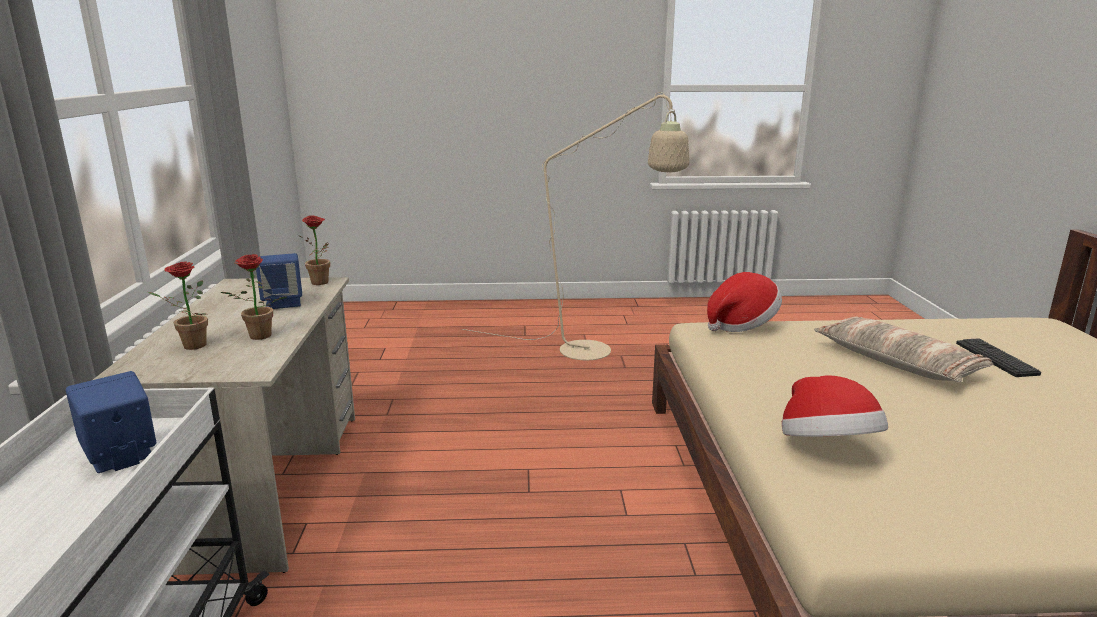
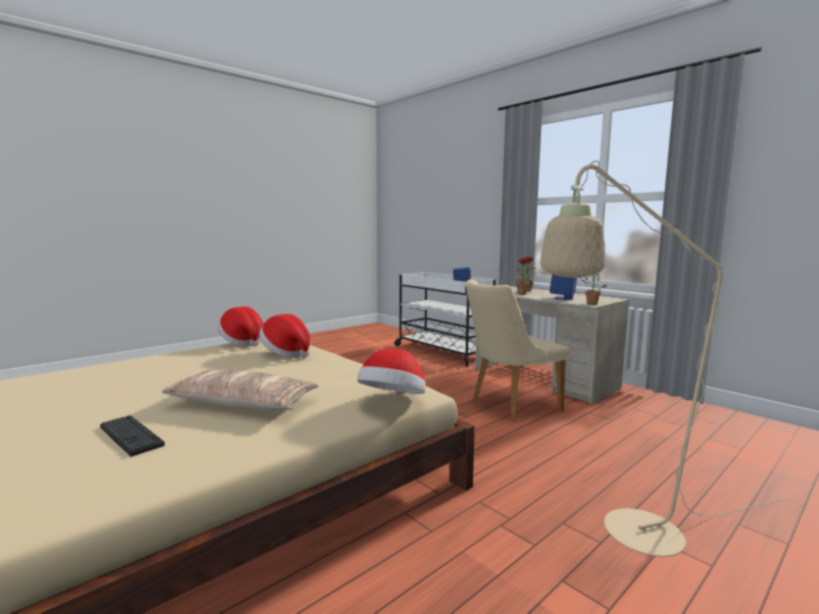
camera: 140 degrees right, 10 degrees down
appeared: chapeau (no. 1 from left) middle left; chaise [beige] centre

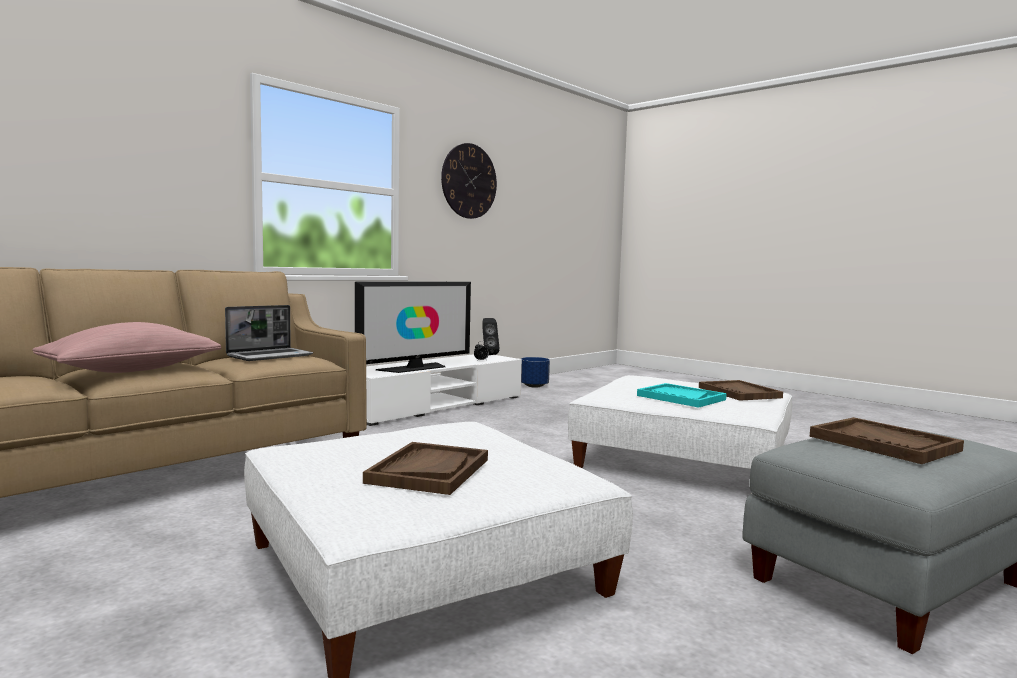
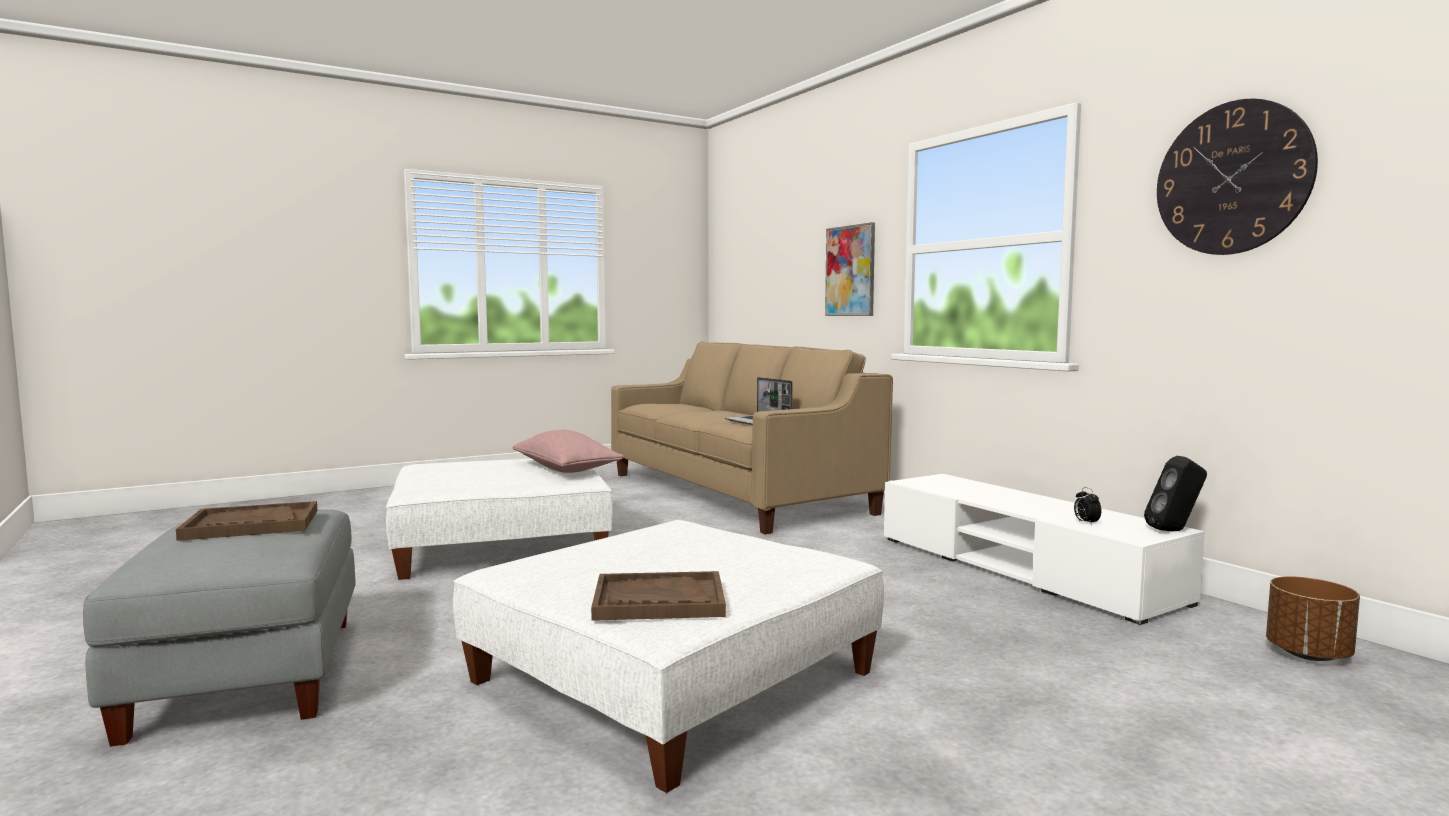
camera: 105 degrees right, 0 degrees up
missing: téléviseur centre; plateau [marron] (no. 1 from left) bottom centre; plateau [turquoise] middle right
appeared: tableau top centre
relocated: coussin [rose] middle left to centre
colour: cache-pot [bleu] centre to cache-pot [marron] bottom right

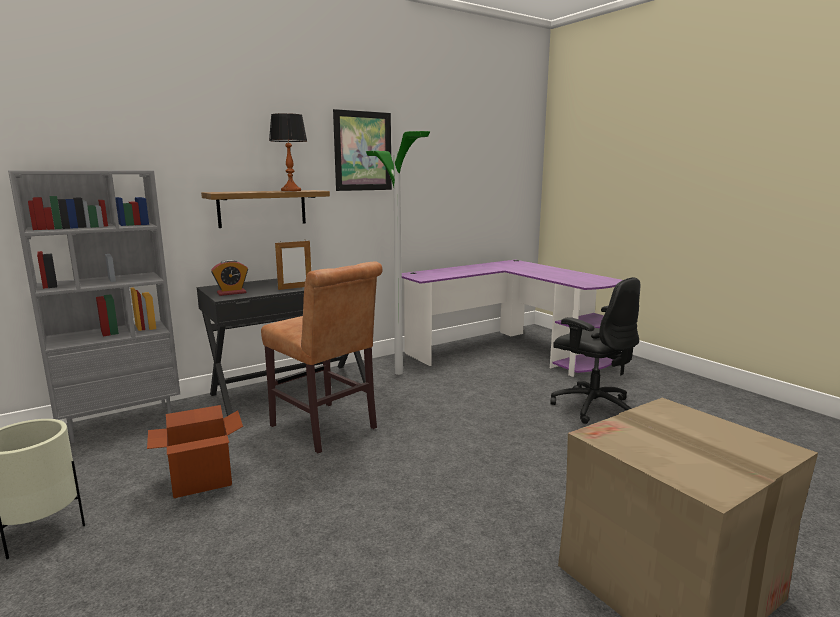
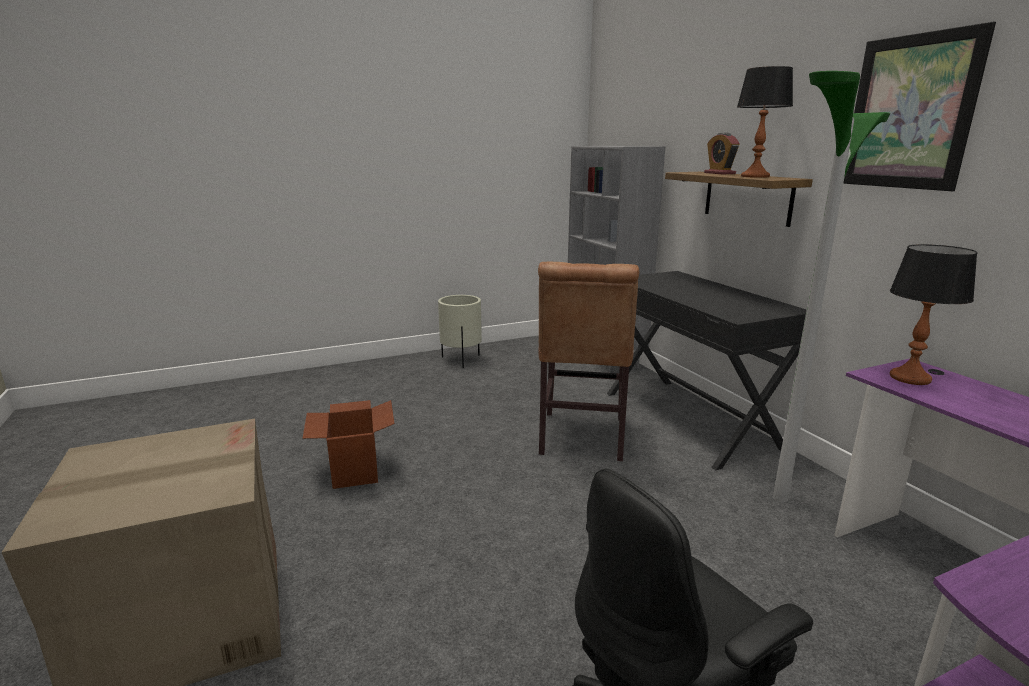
camera: 100 degrees right, 5 degrees up
missing: cadre photo centre
appeared: lampe de table (no. 2 from left) middle right
relocated: carton (no. 1 from left in the first image) bottom left to carton (no. 2 from left) centre; réveil middle left to top right
spun: chaise [marron] centre = centre 45 degrees counterclockwise

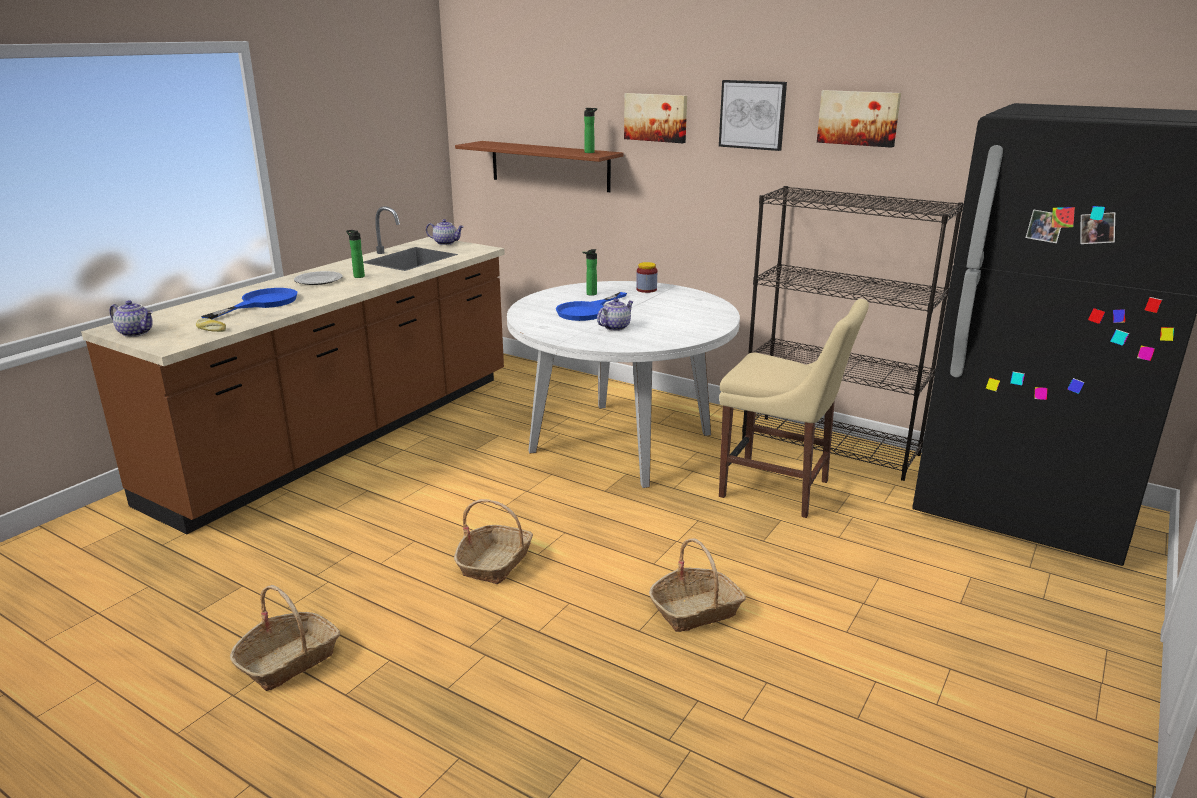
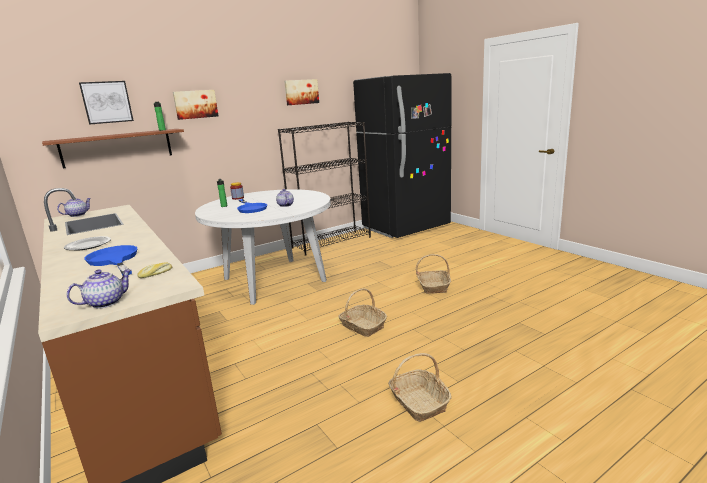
camera: 65 degrees left, 5 degrees down
missing: bouteille (no. 1 from left) top left; chaise [beige] centre
relocated: tableau (no. 2 from left in the first image) top centre to tableau (no. 1 from left) top left

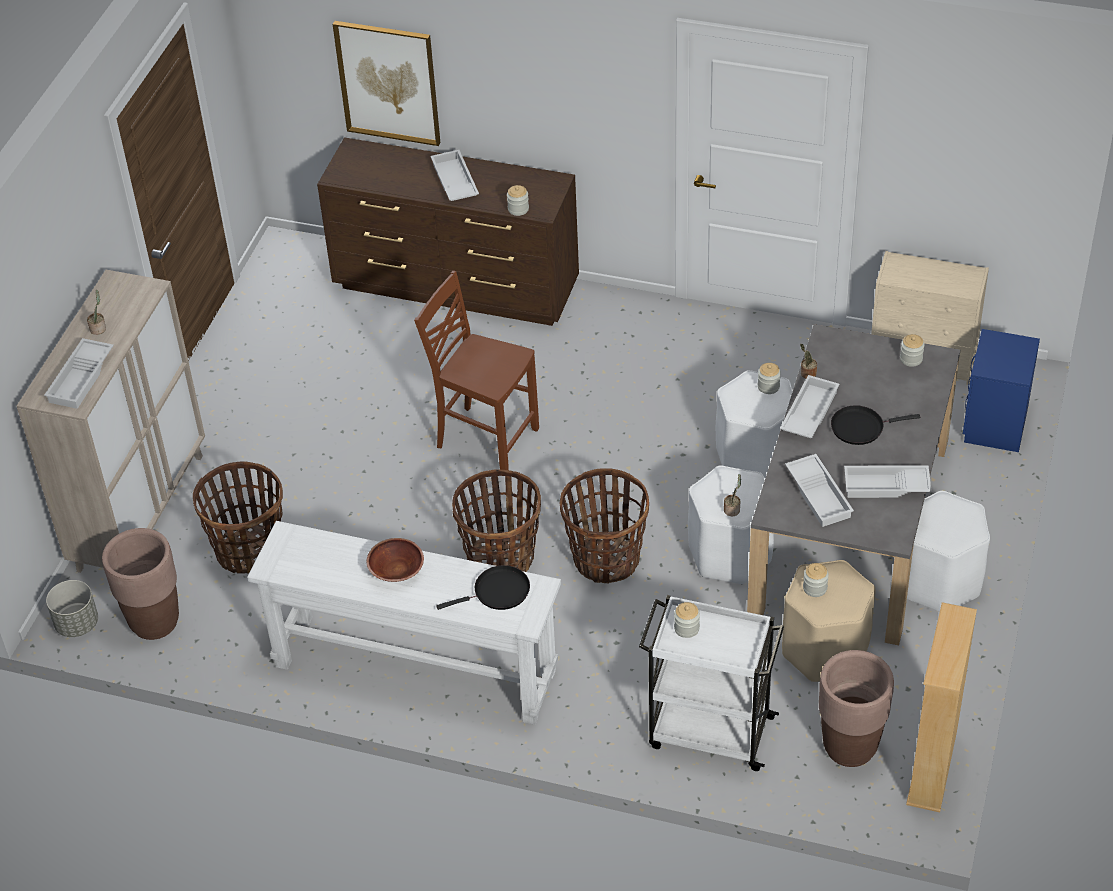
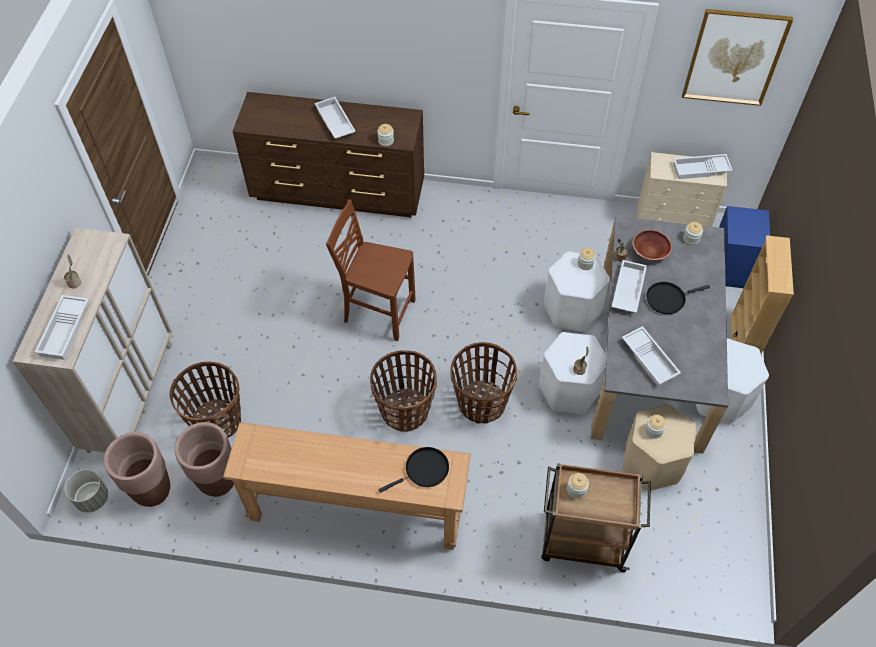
camera: 10 degrees left, 10 degrees up
relocated: tableau top centre to top right; bol [marron] centre to middle right; cache-pot [marron] (no. 2 from left) bottom right to bottom left; plateau [blanc] (no. 5 from left) middle right to top right; bibliothèque [beige] bottom right to middle right
colour: table console [blanc] bottom centre to table console [marron] bottom centre; chariot [blanc] bottom centre to chariot [marron] bottom right

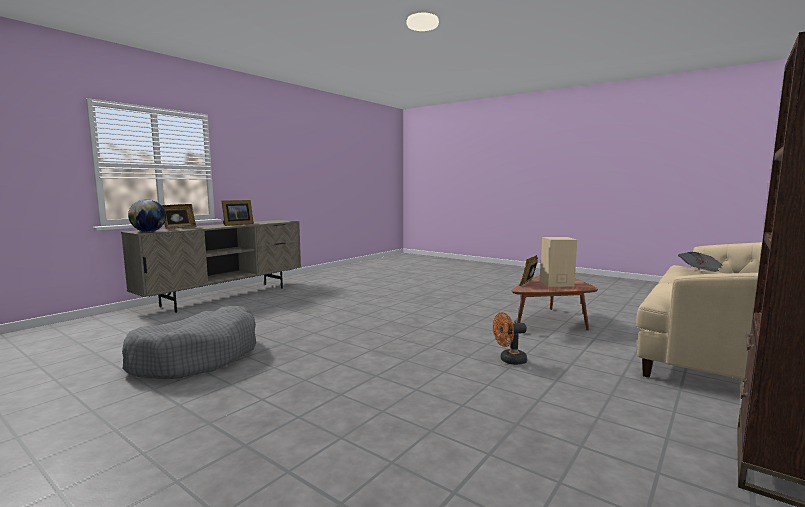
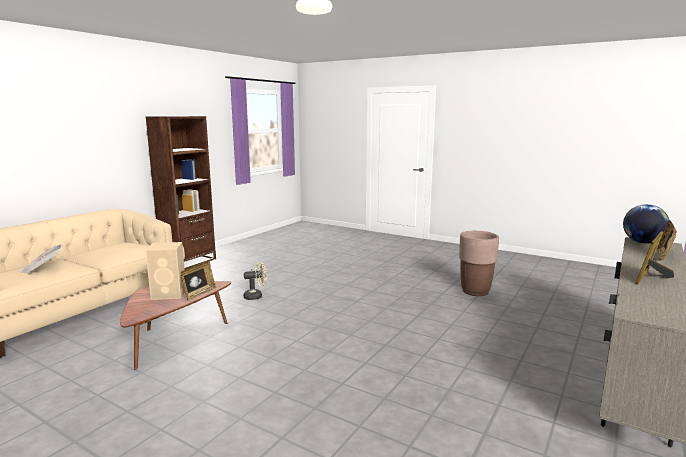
camera: 175 degrees right, 5 degrees up
exchanged: panier pour chien [gris] bottom left to cache-pot [marron] middle right
colour: ventilateur [orange] bottom centre to ventilateur [beige] centre

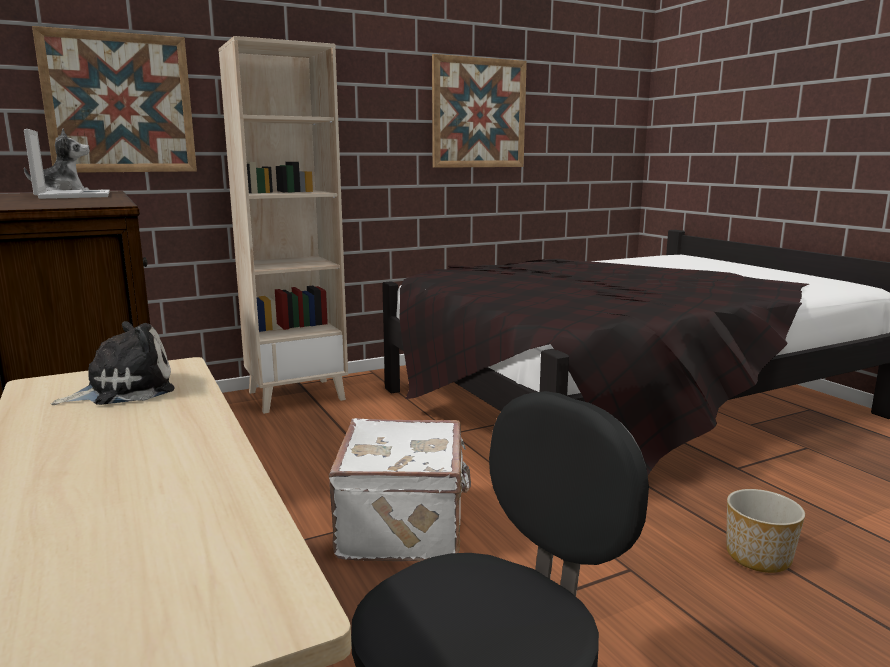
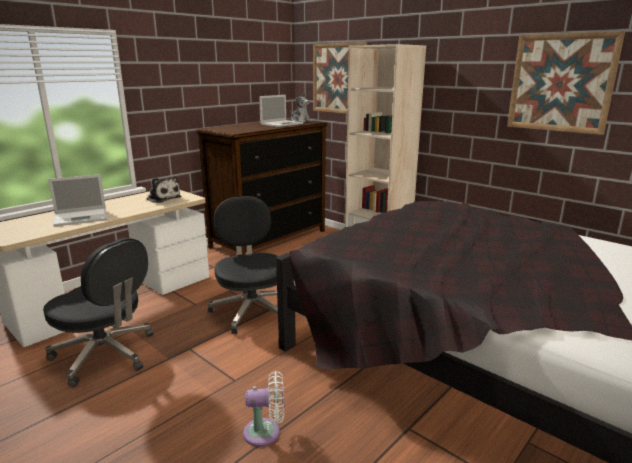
camera: 70 degrees right, 5 degrees up
appeared: ordinateur portable (no. 1 from left) middle left
exchanged: valise [blanc] bottom centre to chaise de bureau [noir] (no. 2 from left) centre; cache-pot bottom right to ventilateur [blanc] bottom centre

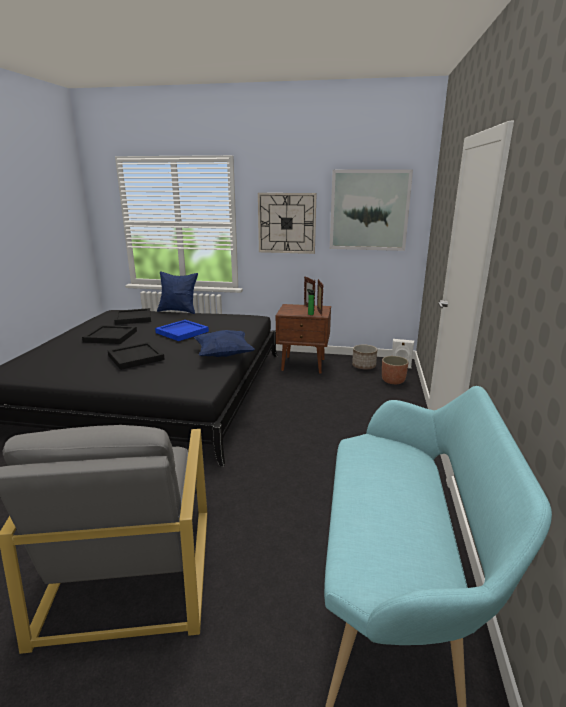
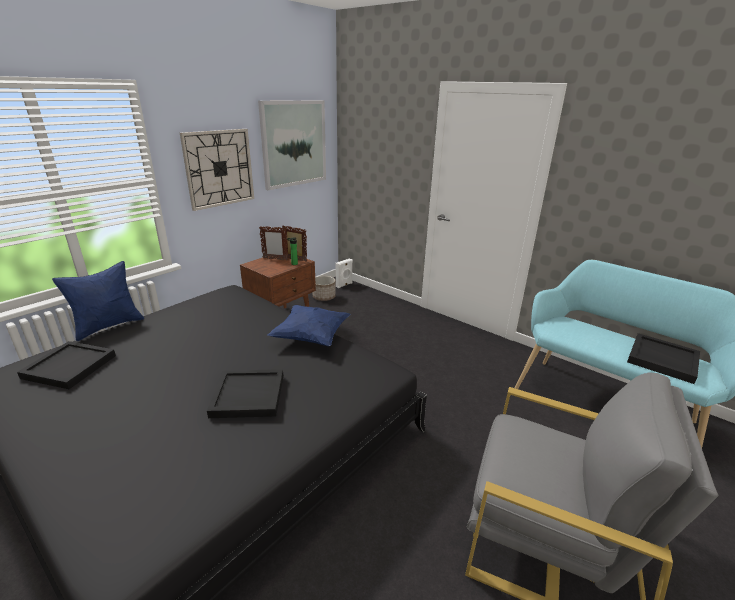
camera: 60 degrees left, 5 degrees up
missing: plateau [bleu] middle left; cache-pot (no. 2 from left) middle right
relocated: plateau [noir] (no. 1 from left in the first image) middle left to plateau [noir] (no. 3 from left) middle right

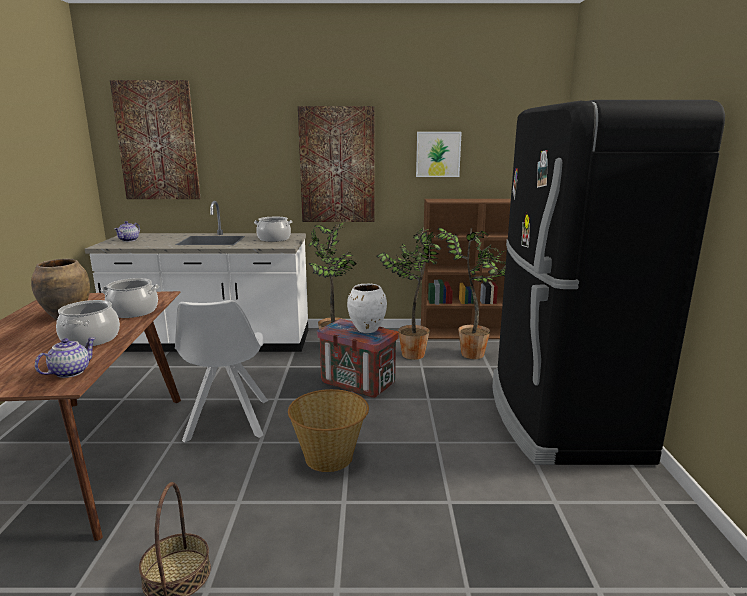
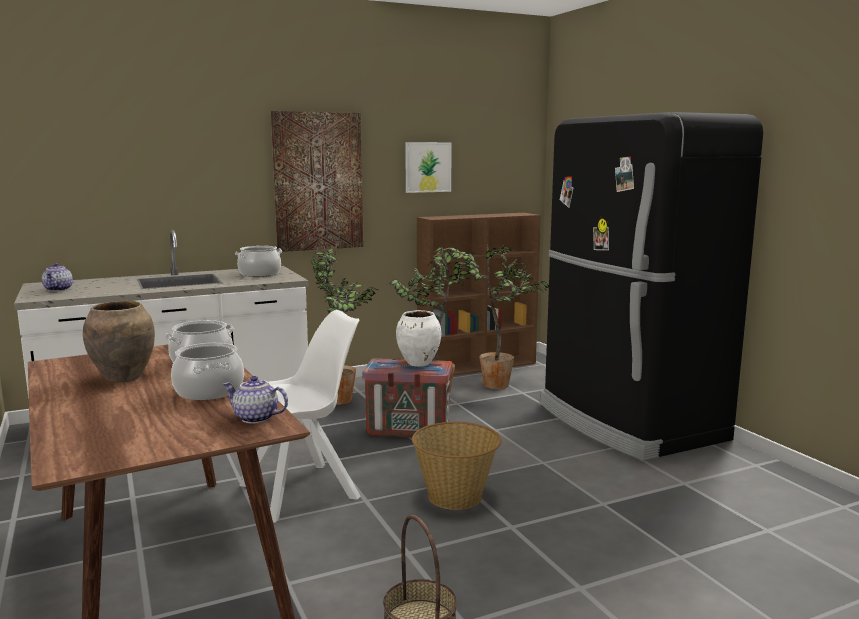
camera: 25 degrees left, 5 degrees down
missing: tableau (no. 1 from left) top left
spun: théière (no. 1 from left in the first image) middle left = middle left 75 degrees counterclockwise; chaise [blanc] middle left = bottom centre 90 degrees counterclockwise

